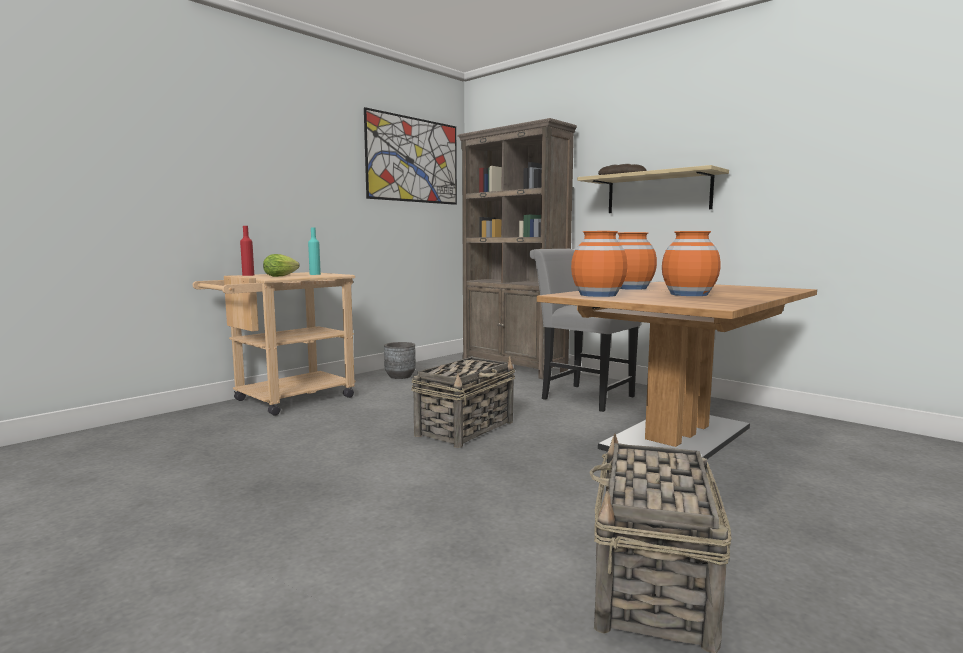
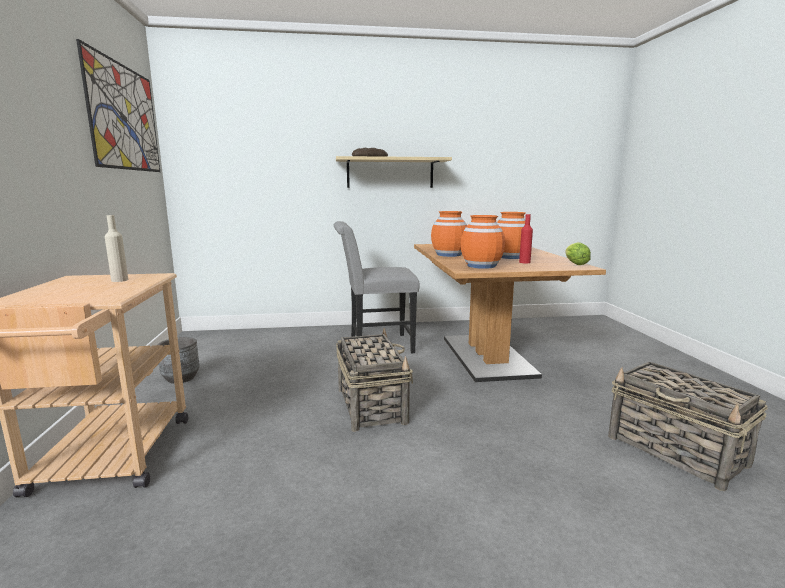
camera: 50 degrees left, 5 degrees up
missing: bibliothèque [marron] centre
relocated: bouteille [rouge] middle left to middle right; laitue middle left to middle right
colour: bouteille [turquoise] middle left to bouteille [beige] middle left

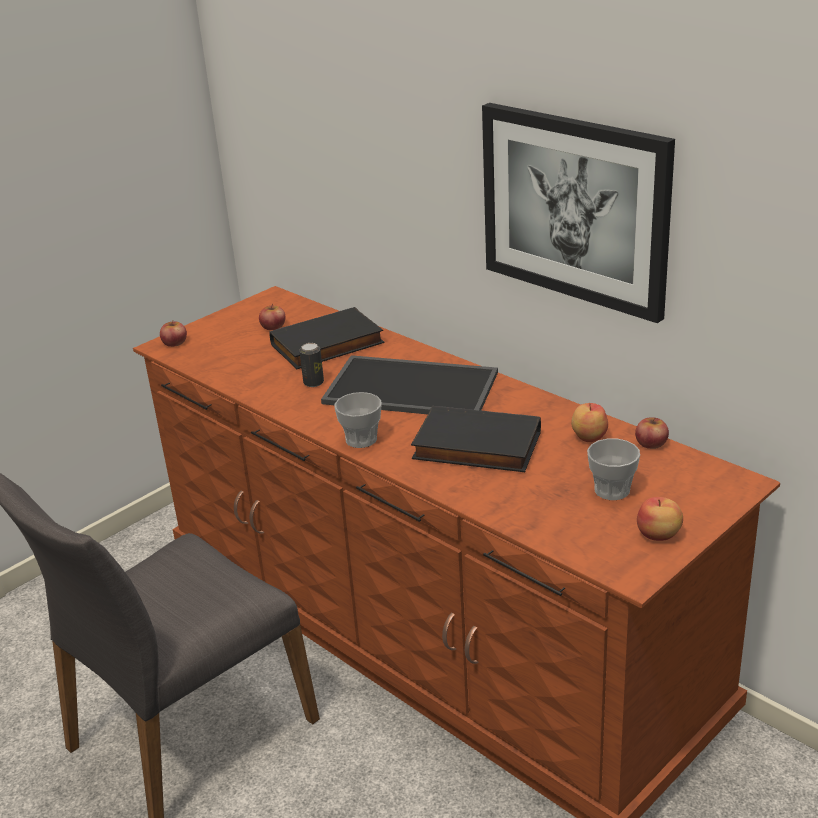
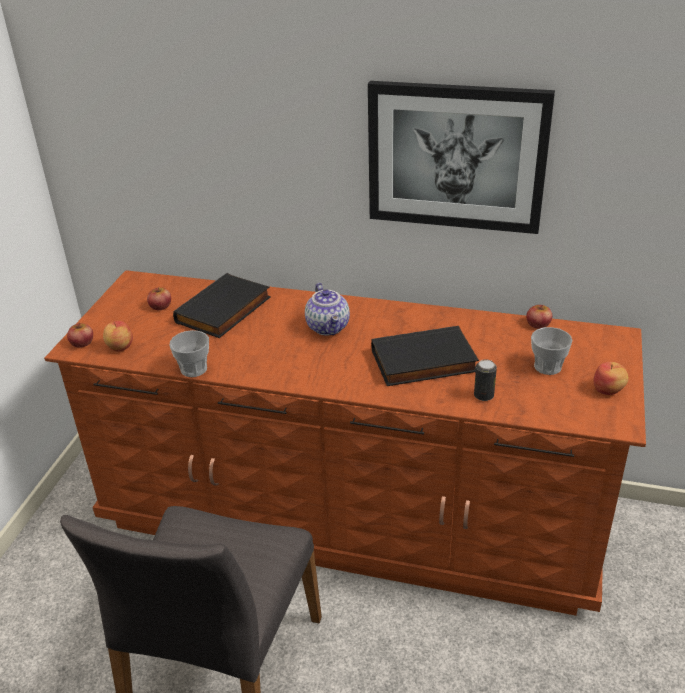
camera: 30 degrees left, 5 degrees up
relocated: boîte métallique centre to middle right; tasse (no. 1 from left) centre to middle left; pomme (no. 3 from left in the first image) middle right to pomme (no. 2 from left) middle left
exchanged: plateau centre to théière centre

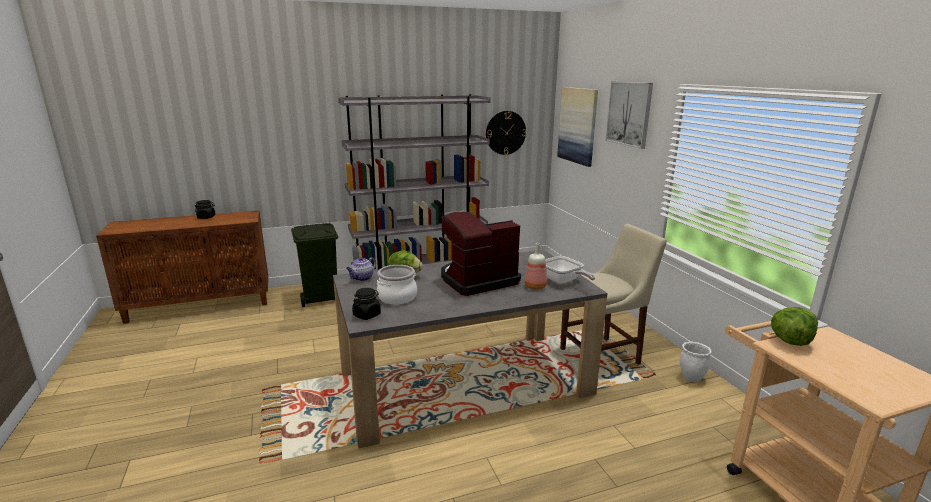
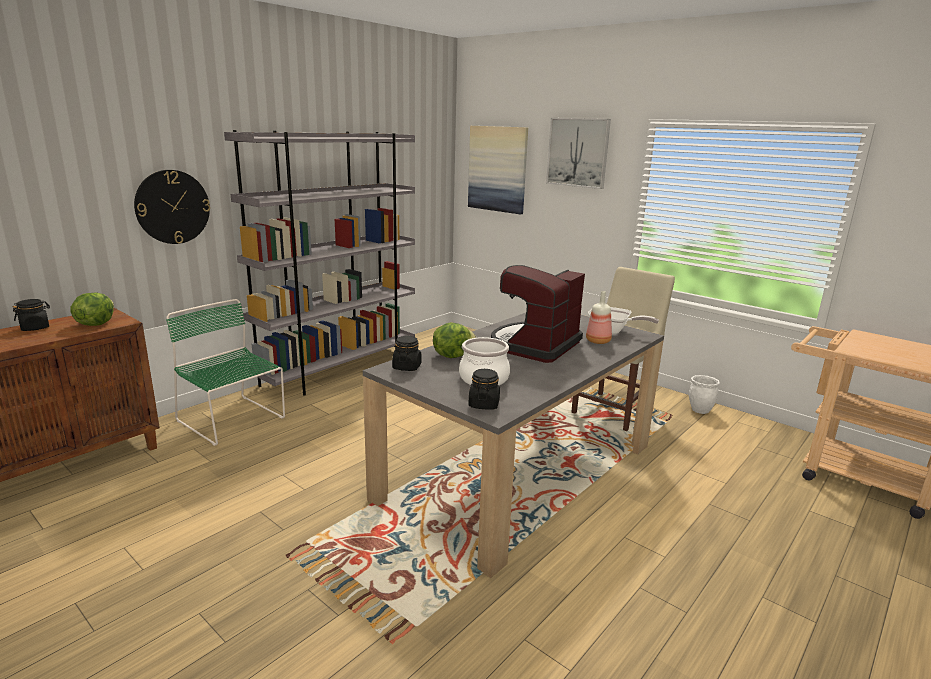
camera: 30 degrees left, 0 degrees up
relocated: horloge murale top centre to top left; laitue (no. 2 from left in the first image) middle right to laitue (no. 1 from left) middle left
exchanged: poubelle [vert] centre to chaise [vert] middle left; théière centre to bocal [noir] (no. 2 from left) centre

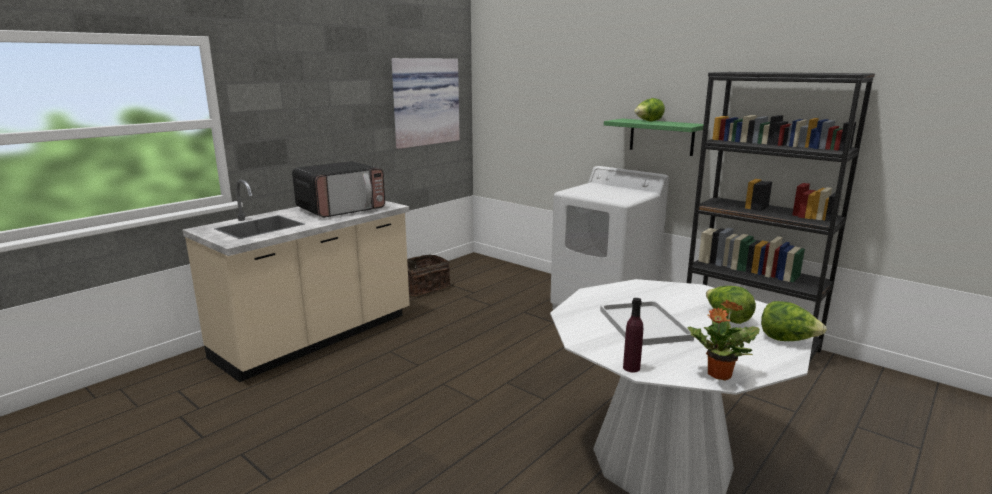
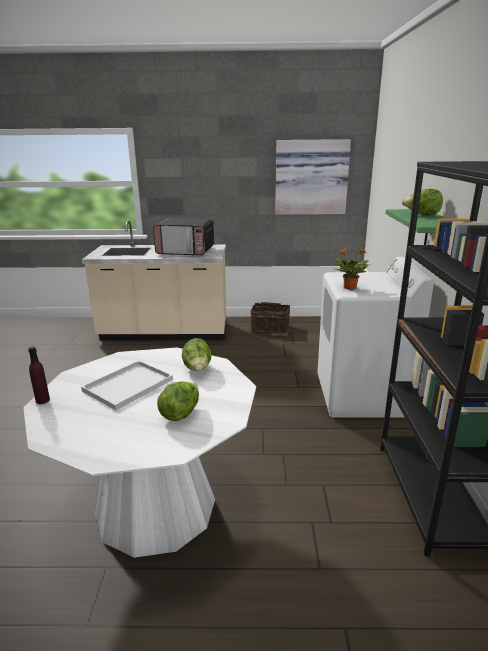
camera: 50 degrees right, 5 degrees up
relocated: plante en pot bottom right to middle right; laitue (no. 3 from left in the first image) middle right to laitue (no. 2 from left) centre

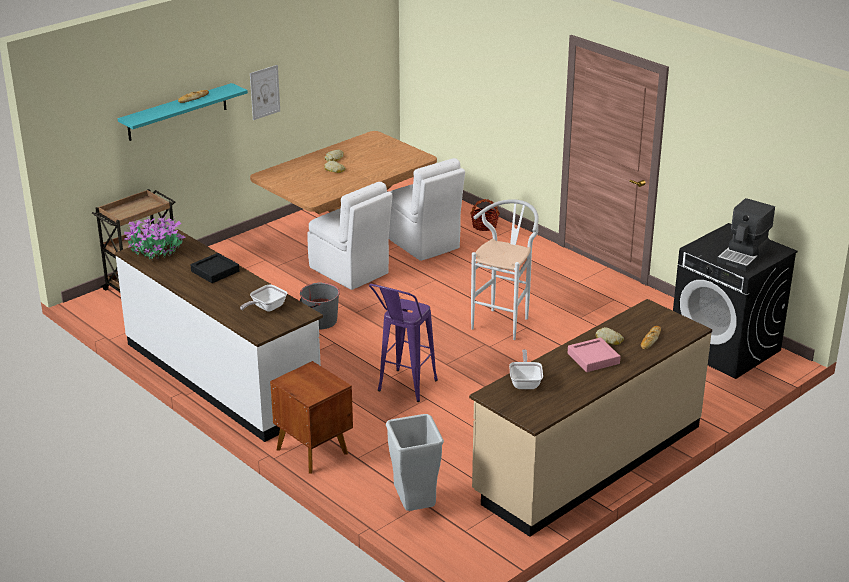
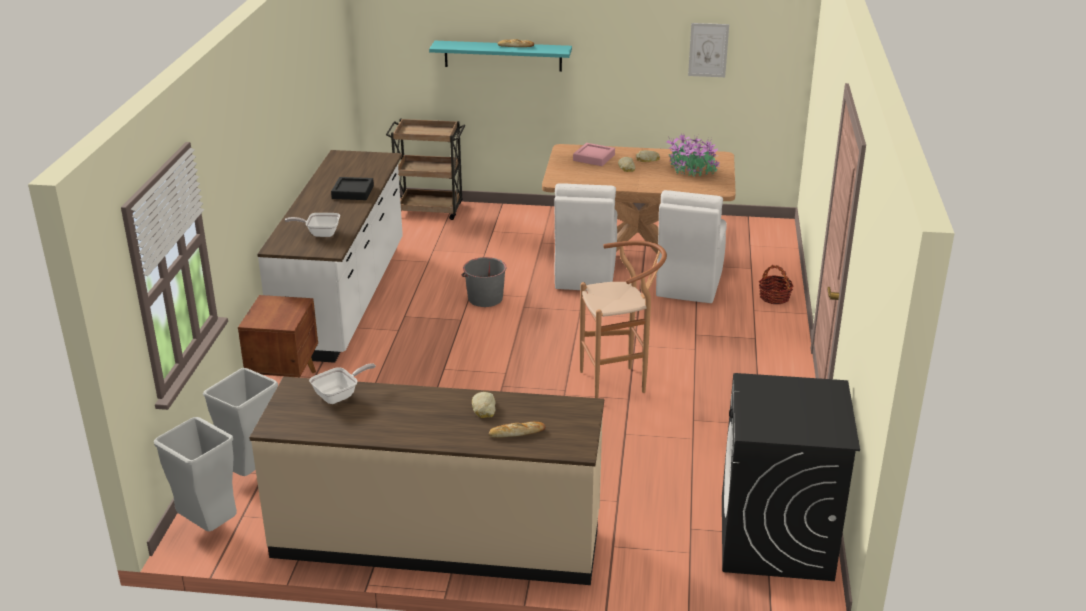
camera: 50 degrees right, 0 degrees up
missing: tabouret [violet] centre; machine à café middle right
appeared: poubelle [gris] (no. 1 from left) bottom left
relocated: plante en pot middle left to top centre; tableau top left to top centre; plateau [rose] middle right to top centre
colour: tabouret [blanc] centre to tabouret [marron] centre

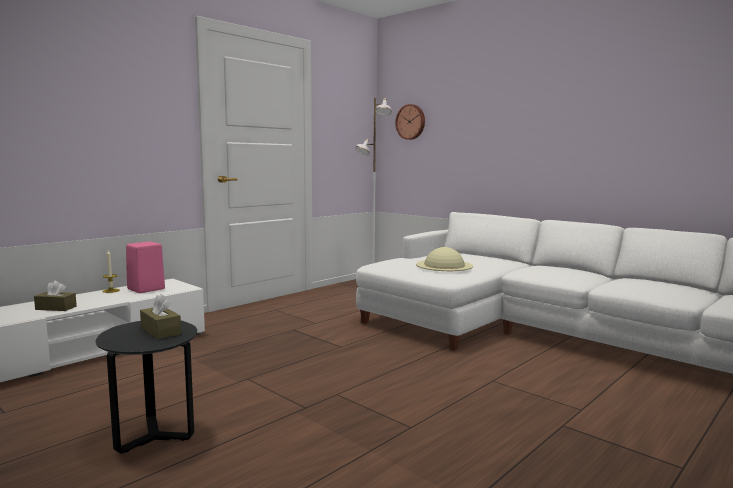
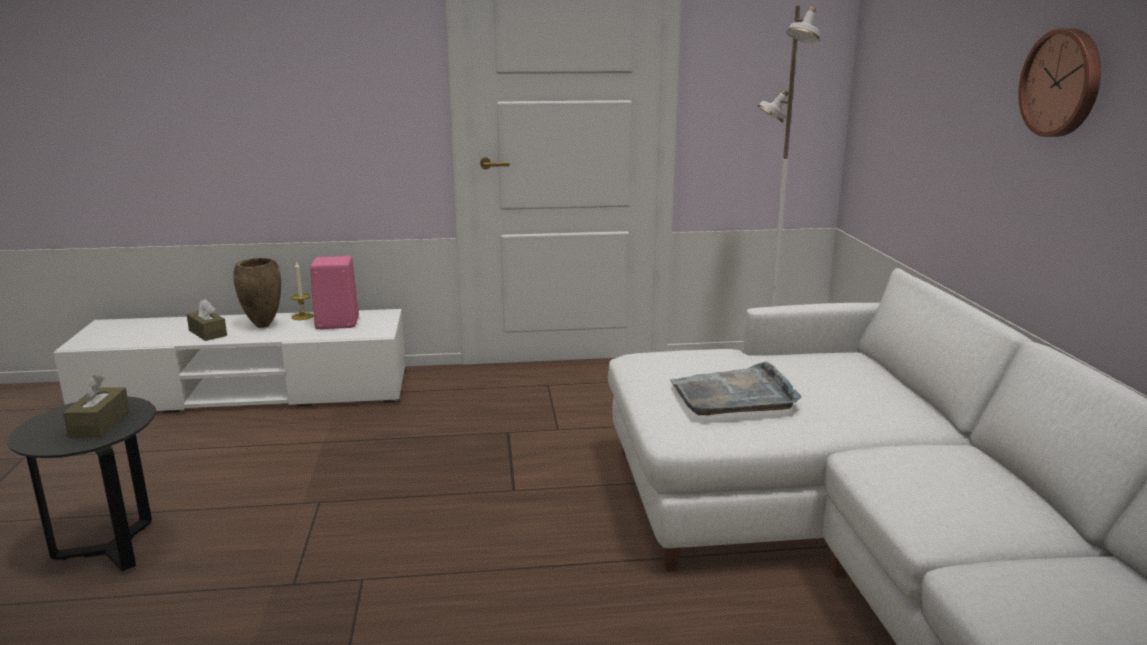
camera: 40 degrees right, 10 degrees up
appeared: vase [marron] middle left
relocated: horloge murale top centre to top right
exchanged: chapeau [beige] centre to plateau [gris] centre

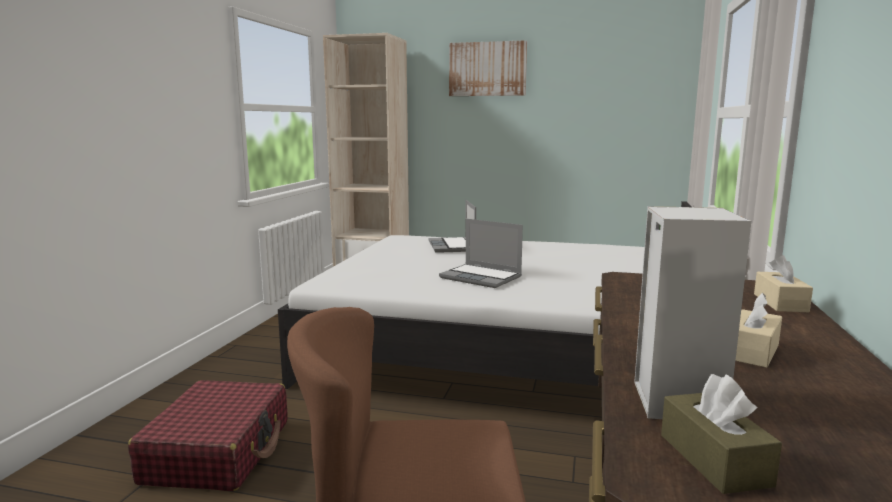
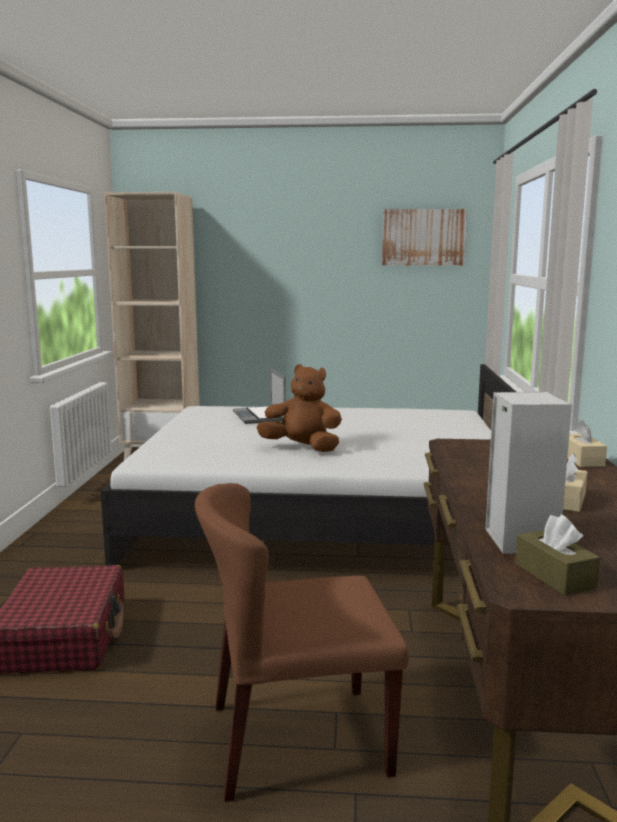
camera: 10 degrees left, 0 degrees up
relocated: tableau top centre to top right
exchanged: ordinateur portable (no. 2 from left) centre to peluche [marron] centre

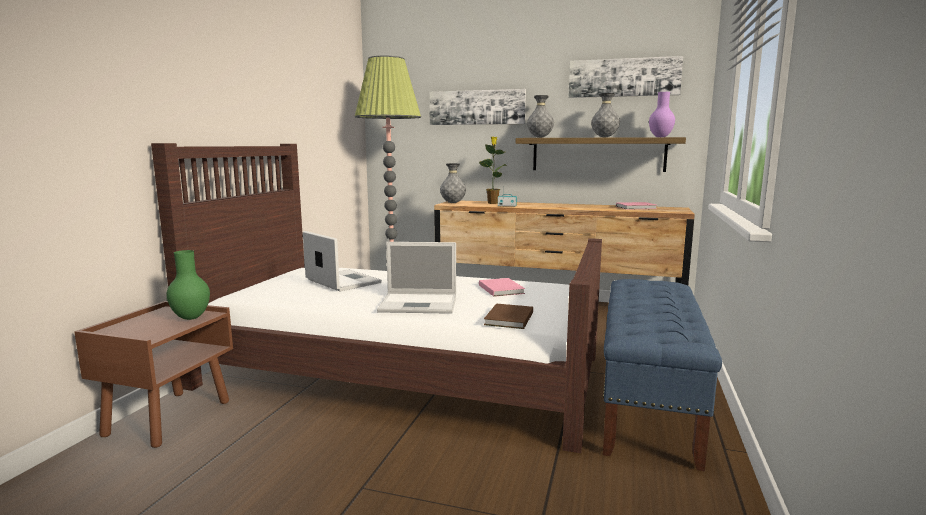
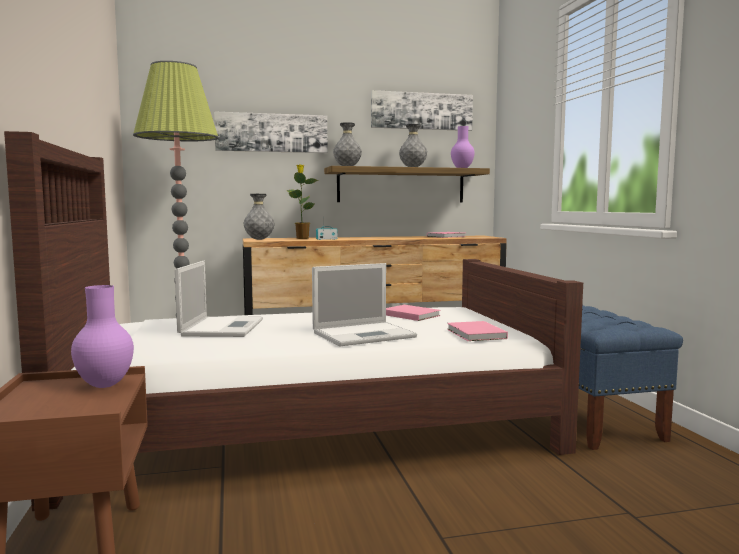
camera: 30 degrees left, 5 degrees down
colour: vase [vert] middle left to vase [violet] (no. 1 from left) middle left; livre [marron] centre to livre [rose] (no. 3 from left) centre
spun: ordinateur portable (no. 1 from left) centre = middle left 75 degrees clockwise

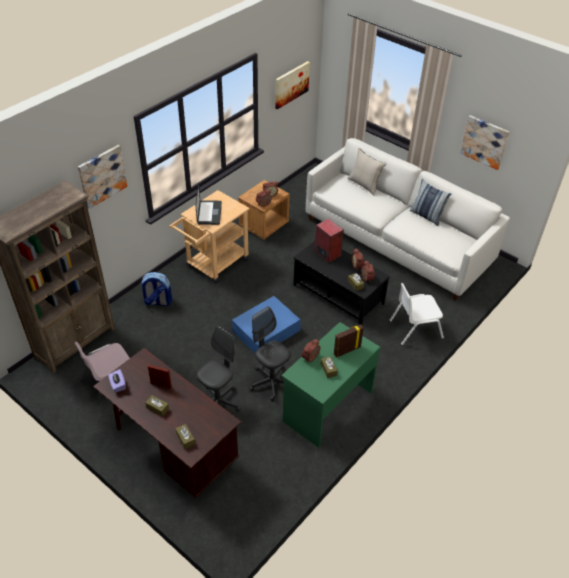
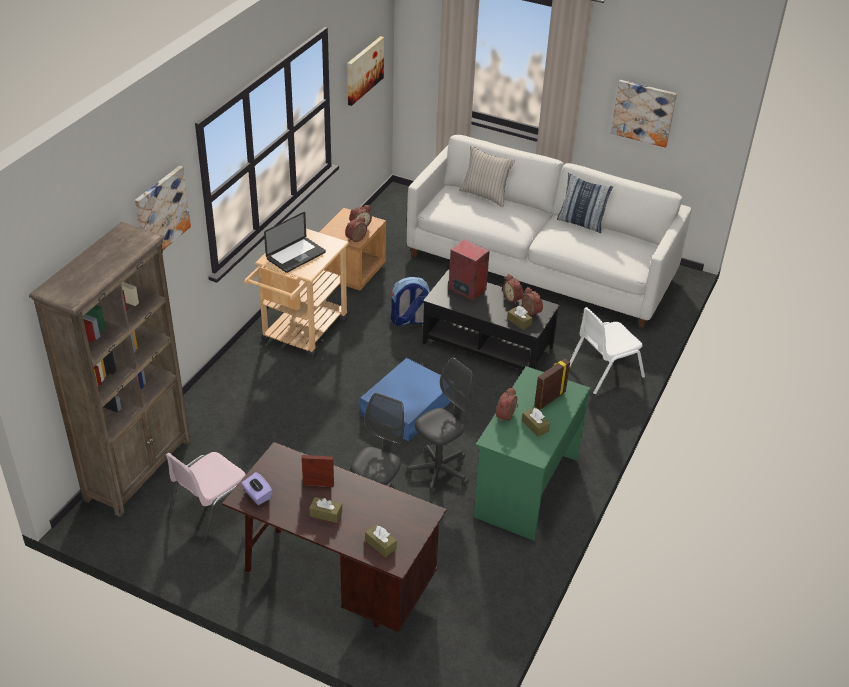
camera: 15 degrees left, 5 degrees down
relocated: sac à dos middle left to centre
spun: ordinateur portable centre = centre 60 degrees clockwise; chaise de bureau [gris] (no. 2 from left) centre = centre 105 degrees clockwise

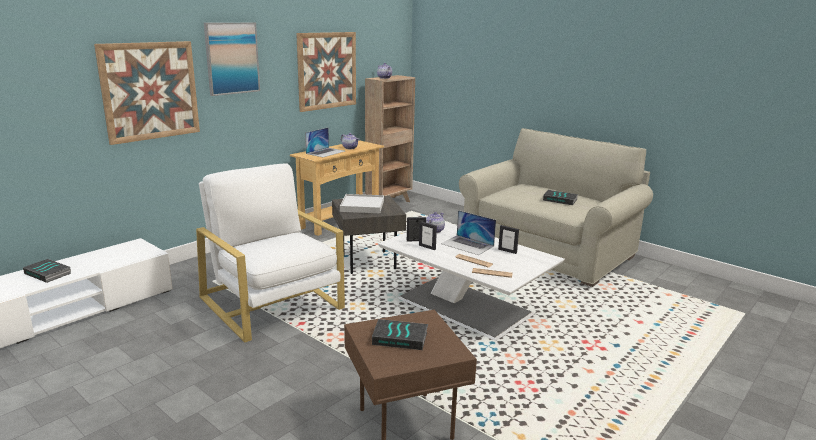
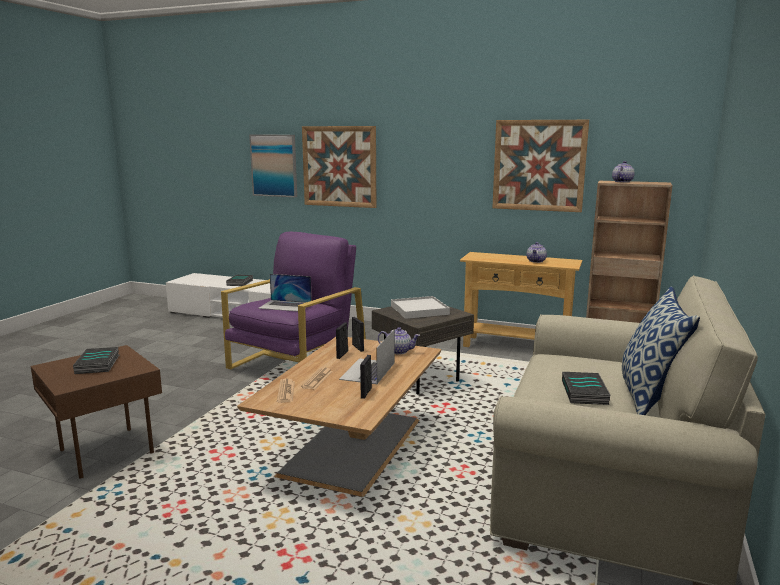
camera: 70 degrees right, 5 degrees down
appeared: coussin middle right
relocated: tableau (no. 2 from left in the first image) top left to tableau (no. 1 from left) top centre; ordinateur portable (no. 1 from left) top centre to centre
colour: fauteuil [blanc] middle left to fauteuil [violet] centre; table basse [blanc] centre to table basse [marron] bottom centre

